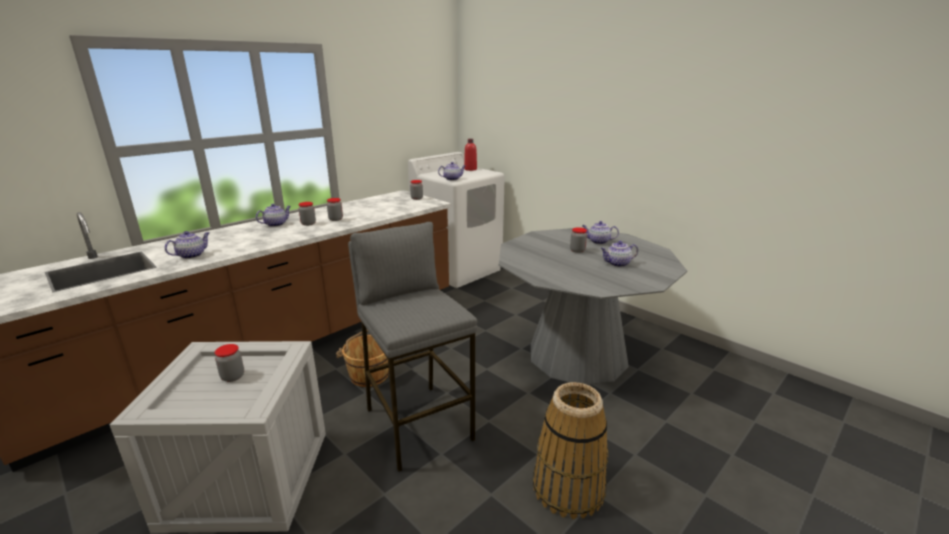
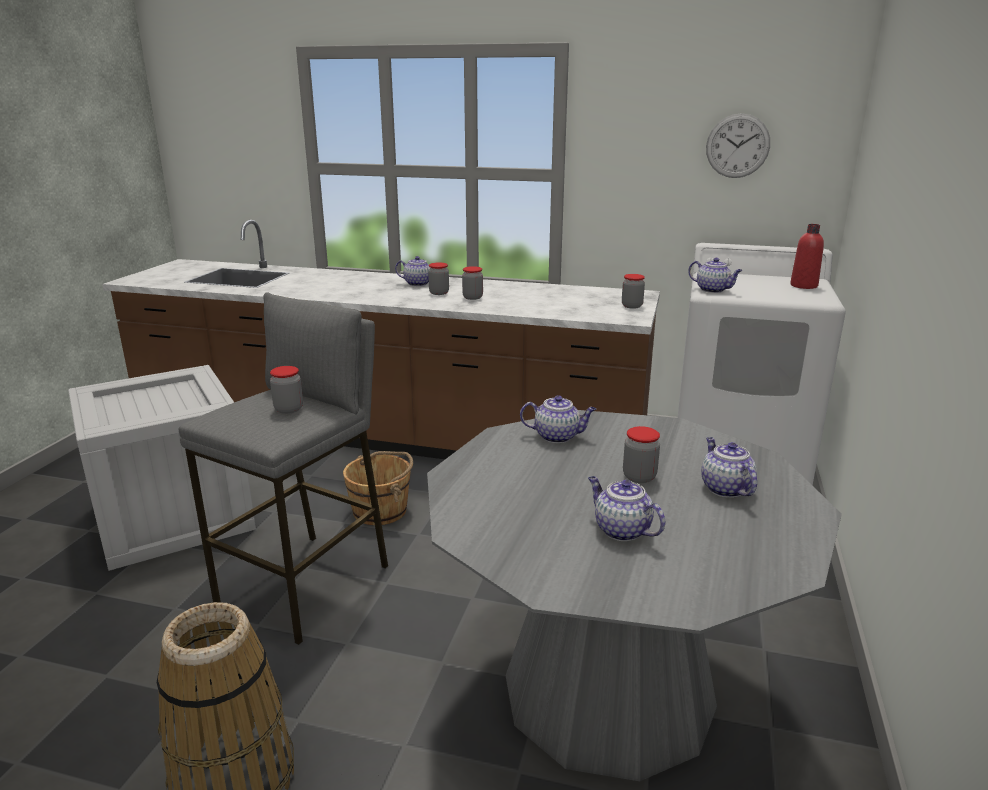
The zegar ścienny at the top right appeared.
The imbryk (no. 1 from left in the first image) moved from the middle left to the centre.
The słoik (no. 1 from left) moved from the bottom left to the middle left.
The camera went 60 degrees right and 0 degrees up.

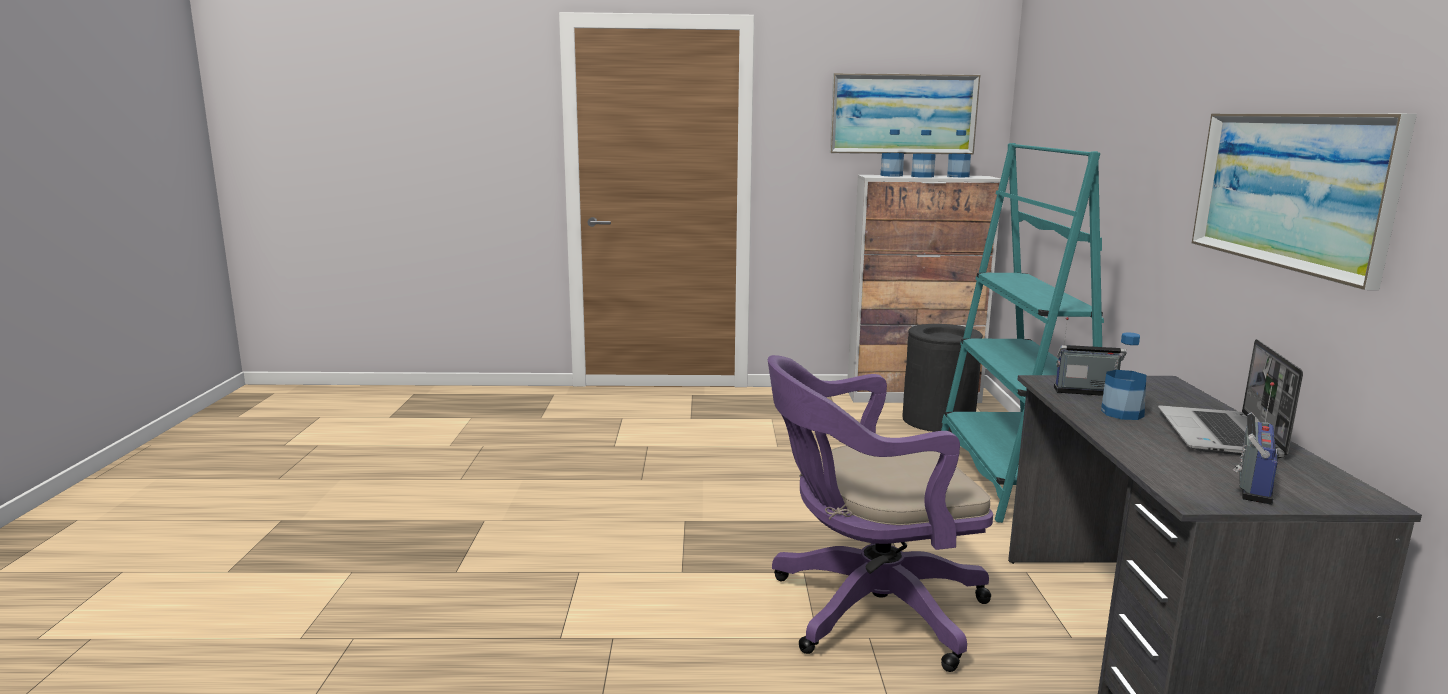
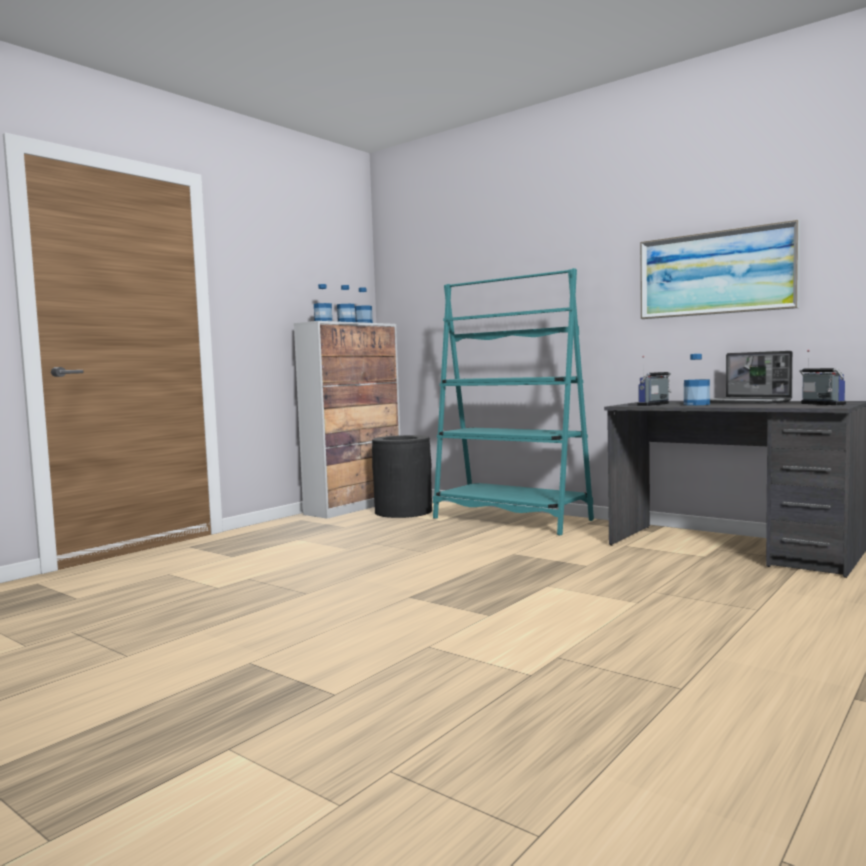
The krzesło biurowe (fioletowy) at the bottom centre disappeared.
The obraz (no. 1 from left) at the top centre disappeared.
The camera went 50 degrees left and 10 degrees down.

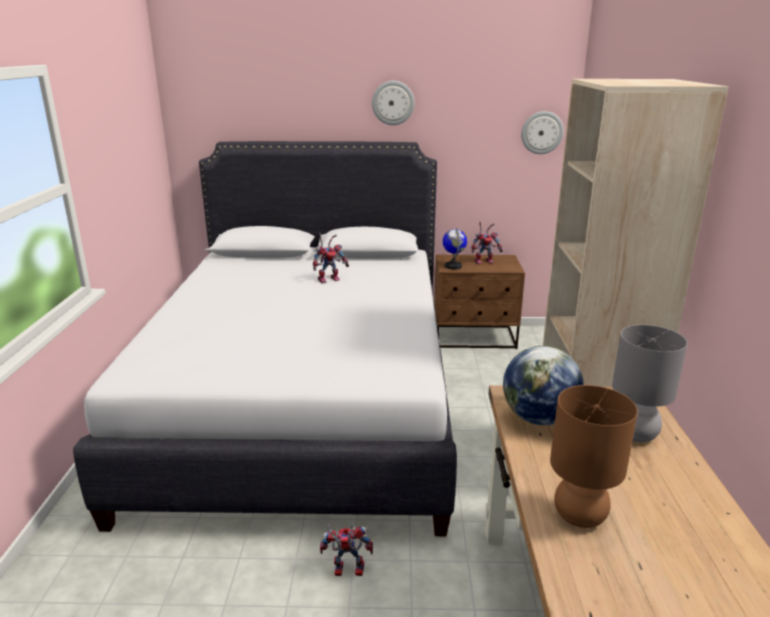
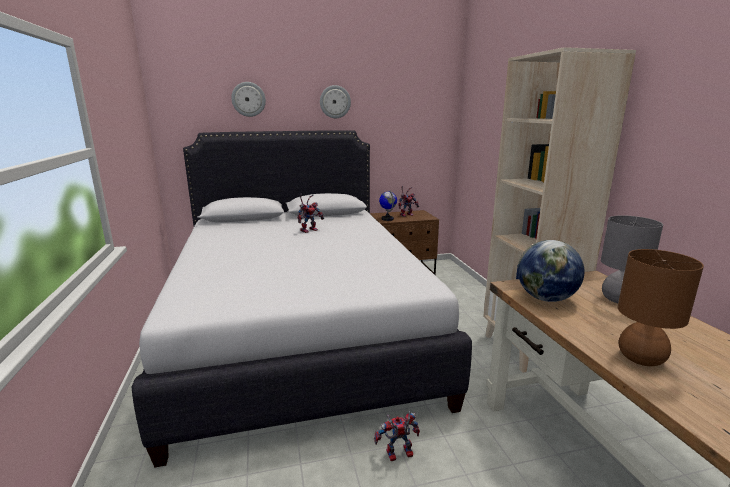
The zegar ścienny (no. 2 from left in the first image) moved from the top right to the top centre.
The camera went 15 degrees left and 5 degrees down.

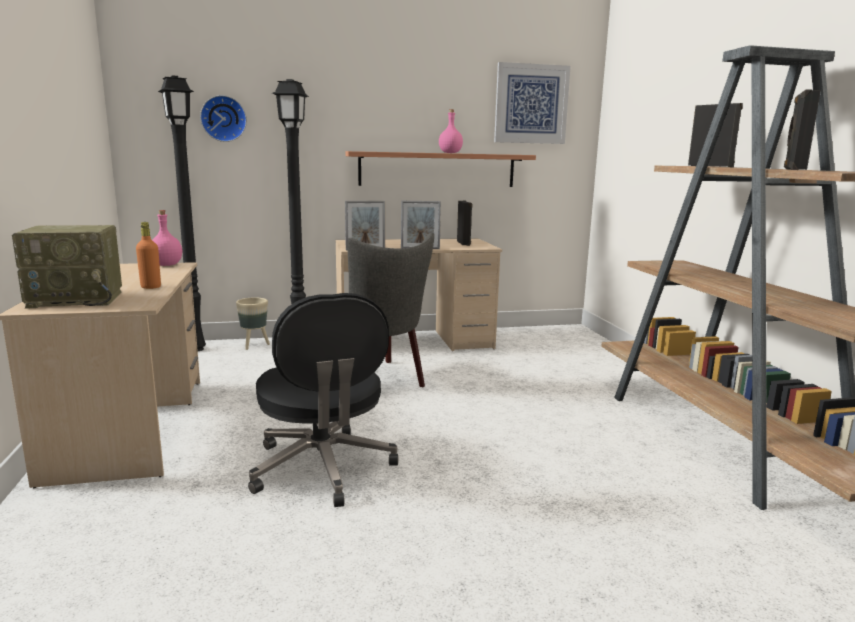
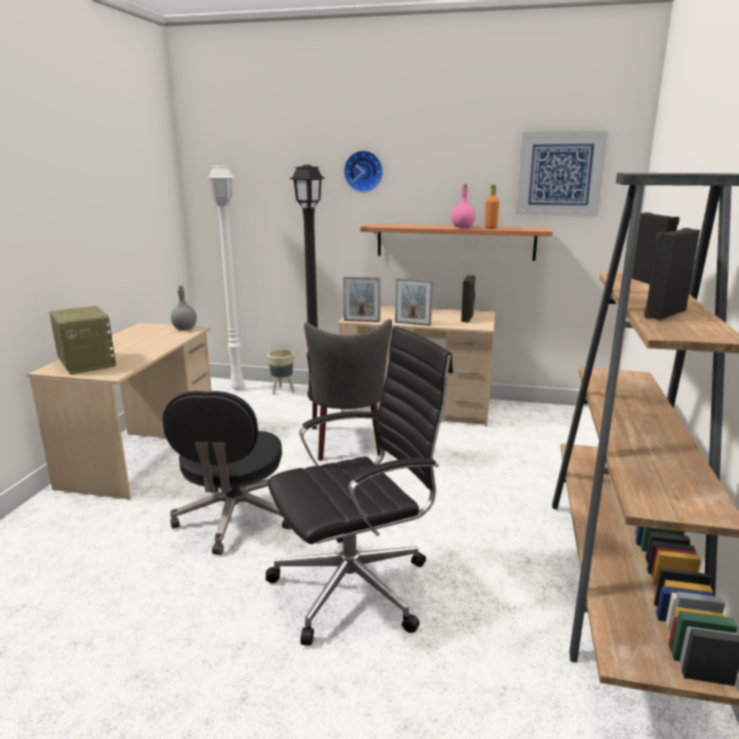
The krzesło biurowe (czarny) (no. 2 from left) at the centre appeared.
The butelka (pomarańczowy) moved from the middle left to the top centre.
The zegar ścienny moved from the top left to the top centre.
The butelka (różowy) (no. 1 from left) at the middle left became the butelka (szary) at the middle left.
The lampa stojąca (czarny) (no. 1 from left) at the middle left became the lampa stojąca (biały) at the middle left.
The radio at the middle left turned 135 degrees counterclockwise.
The camera went 25 degrees right and 5 degrees up.

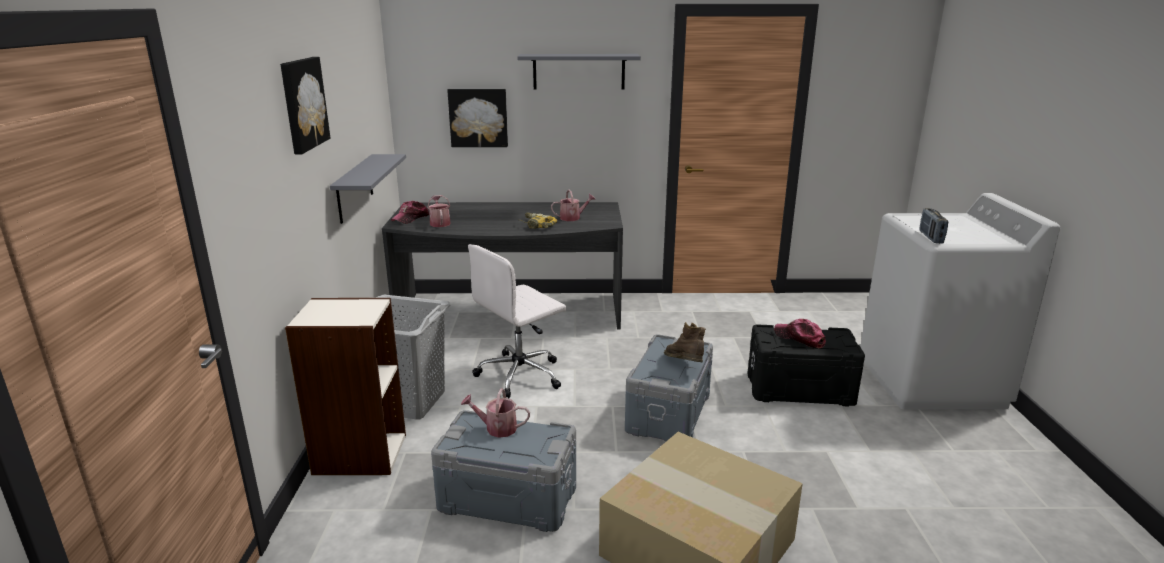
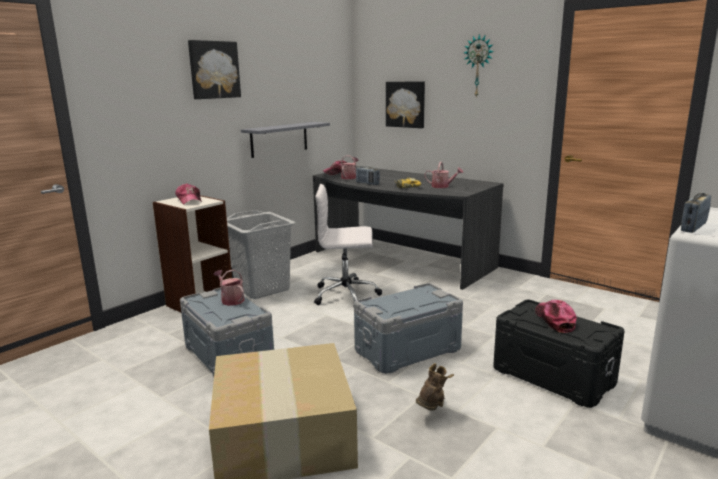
The czapka z daszkiem (no. 1 from left) at the middle left appeared.
The radio (no. 1 from left) at the centre appeared.
The but z cholewką (brązowy) moved from the centre to the bottom centre.
The półka (szary) (no. 2 from left) at the top centre was replaced by the zegar ścienny at the top right.
The camera went 40 degrees right and 5 degrees down.

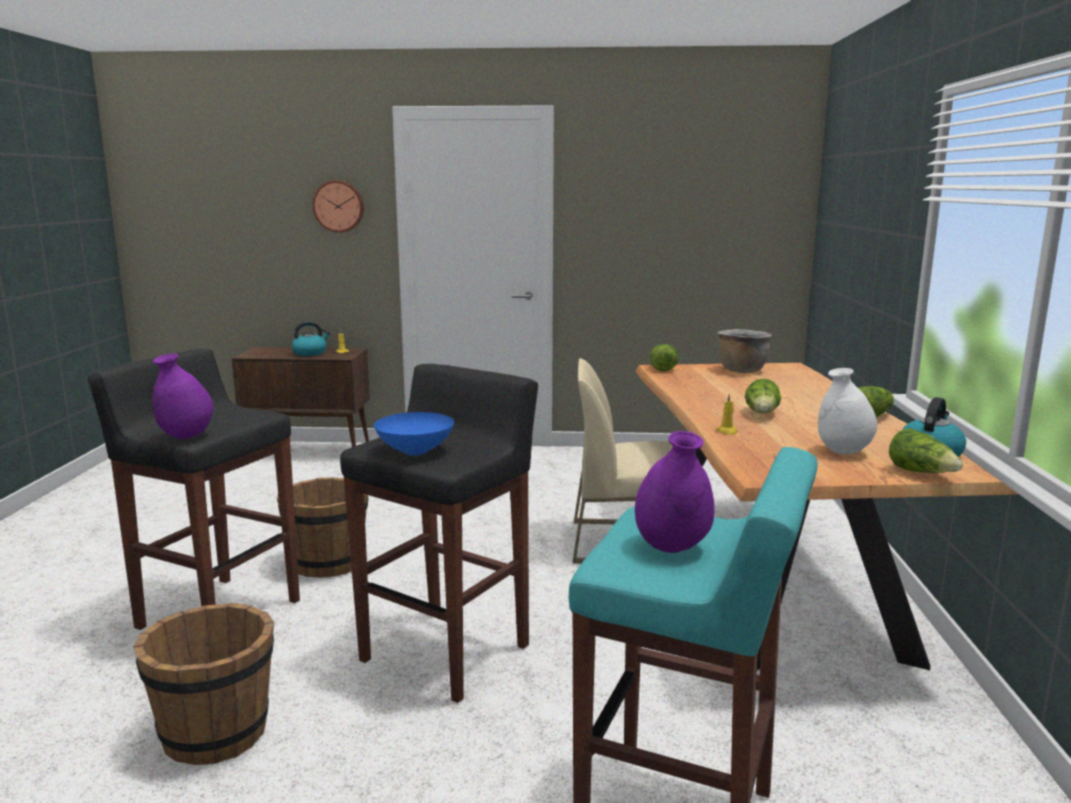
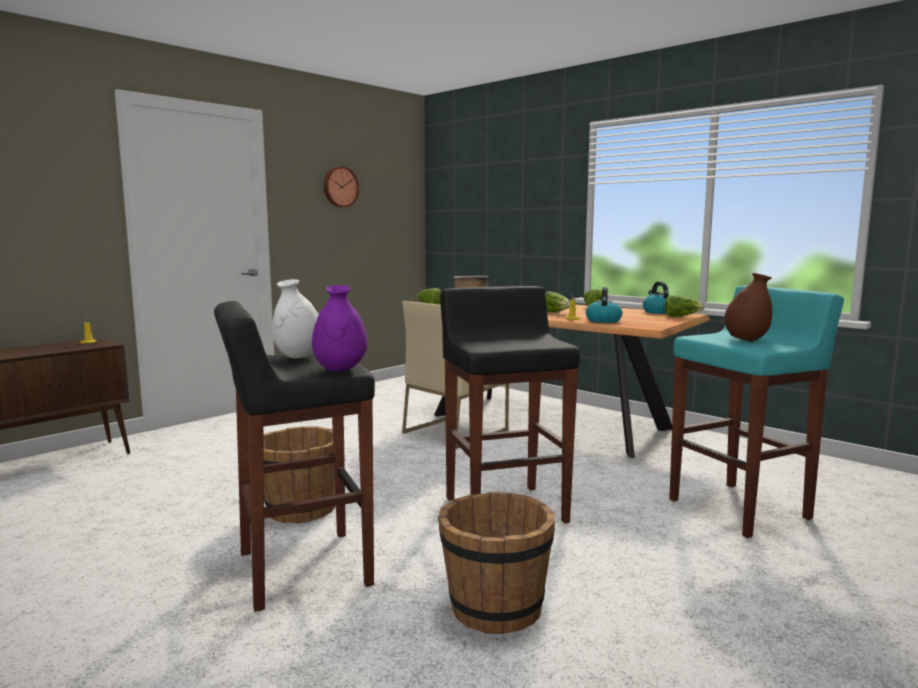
The miska (niebieski) at the centre disappeared.
The czajnik (no. 1 from left) moved from the middle left to the centre.
The zegar ścienny moved from the top left to the top centre.
The wazon (biały) moved from the middle right to the middle left.
The wazon (fioletowy) (no. 2 from left) at the centre became the wazon (brązowy) at the middle right.
The camera went 50 degrees left and 5 degrees down.

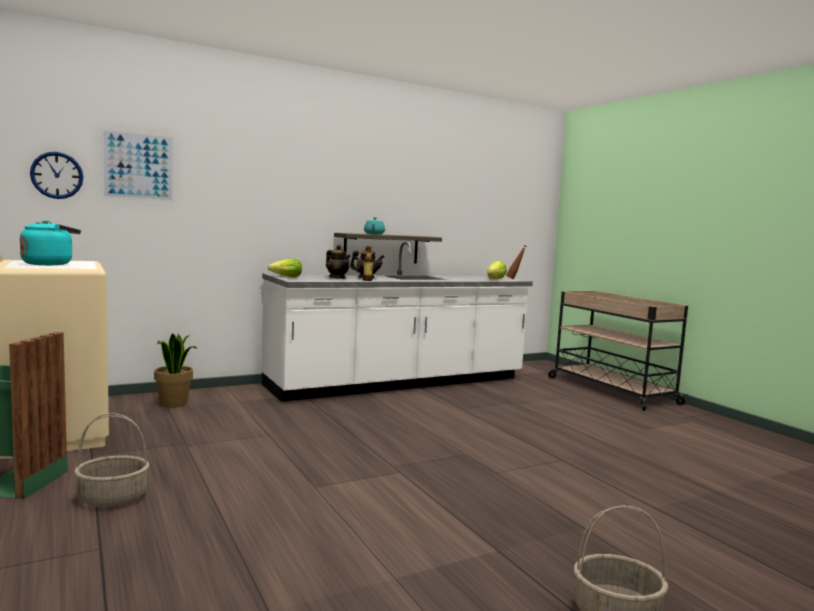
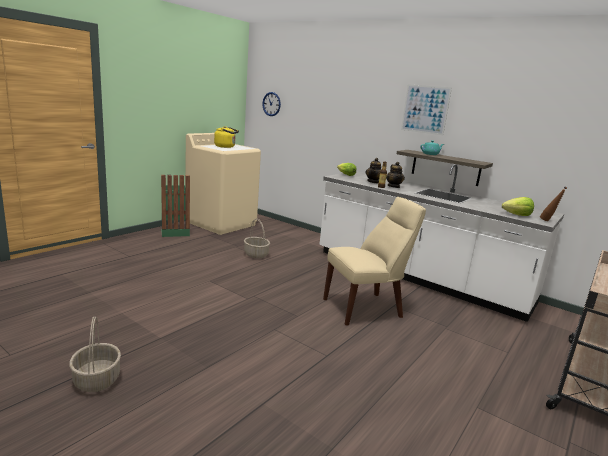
The roślina doniczkowa at the middle left disappeared.
The krzesło (beżowy) at the centre appeared.
The koszyk (no. 1 from left in the first image) moved from the bottom left to the centre.
The obraz moved from the top left to the top right.
The czajnik (turkusowy) at the middle left became the czajnik (żółty) at the top centre.
The camera went 65 degrees right and 10 degrees up.

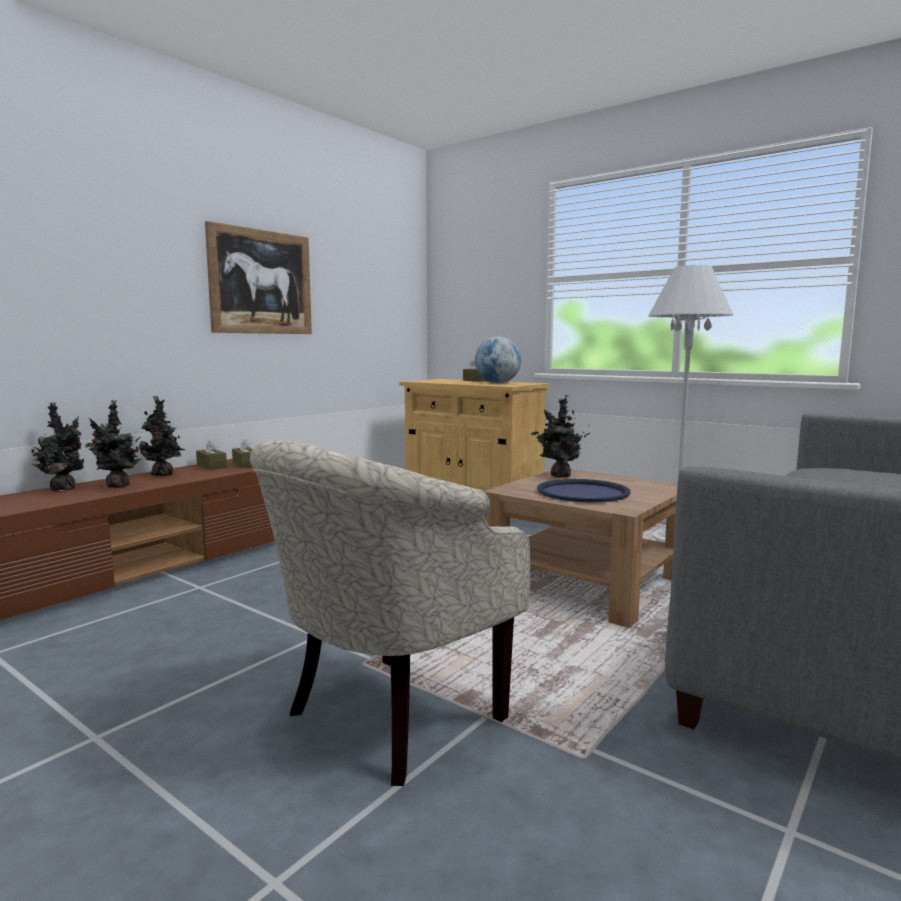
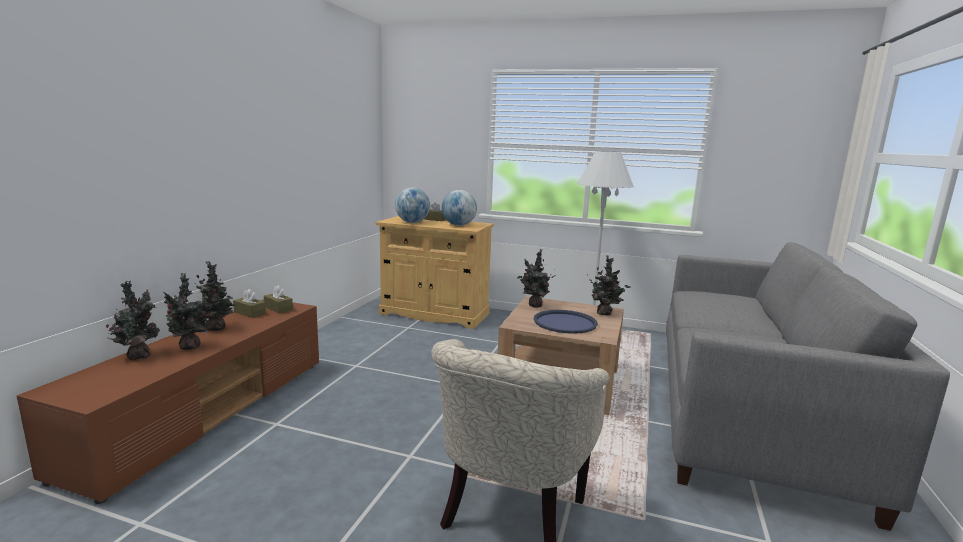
The obraz at the top left disappeared.
The globus (no. 1 from left) at the centre appeared.
The roślina doniczkowa (no. 5 from left) at the centre appeared.
The camera went 20 degrees left and 5 degrees up.

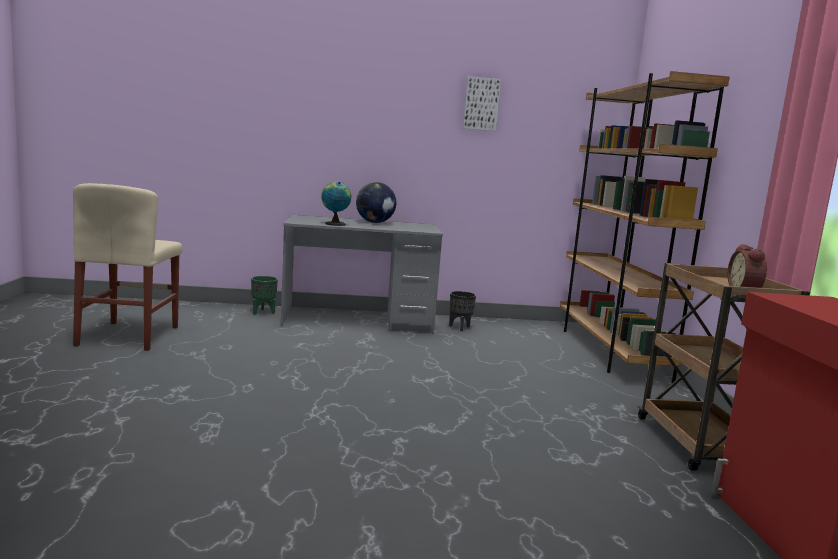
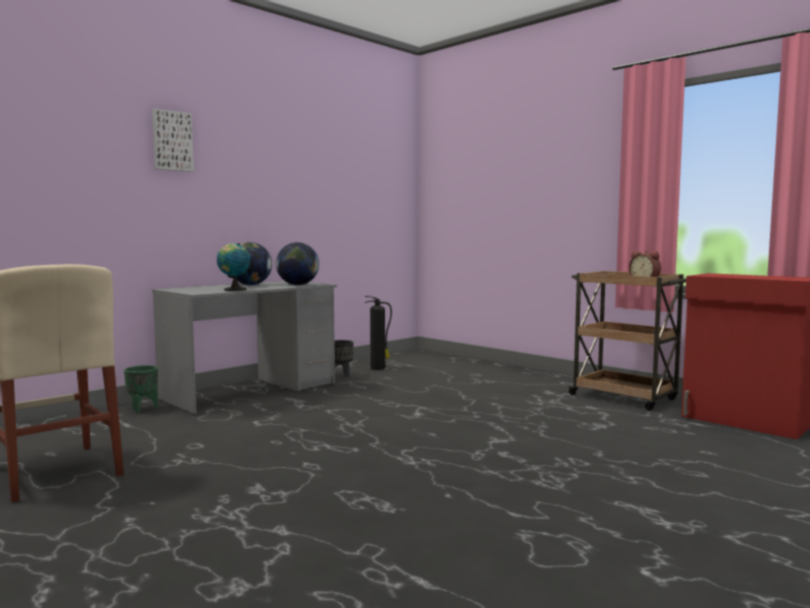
The regał (brązowy) at the middle right disappeared.
The globus (no. 3 from left) at the centre appeared.
The gaśnica at the centre appeared.
The obraz moved from the top centre to the top left.
The camera went 40 degrees left and 5 degrees down.

